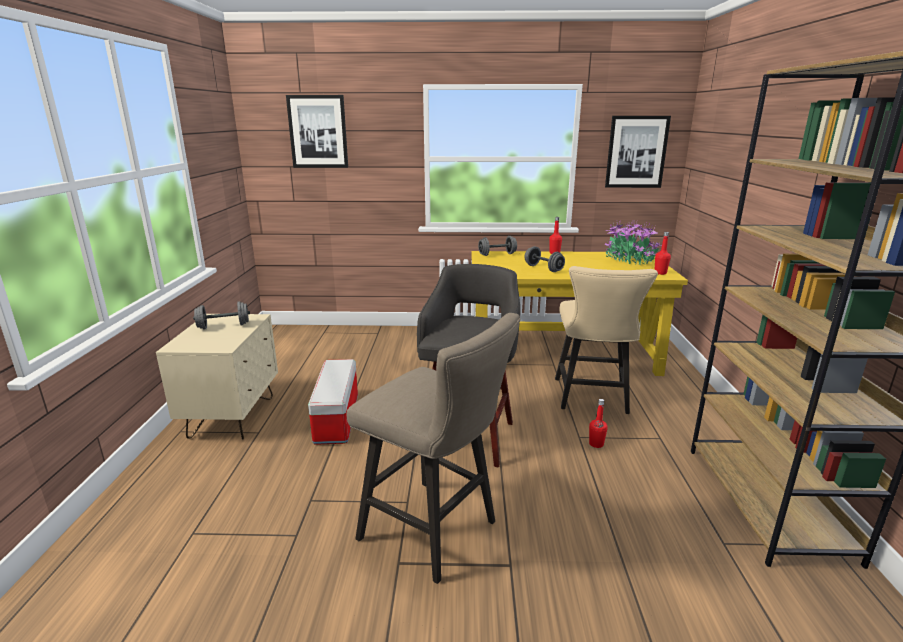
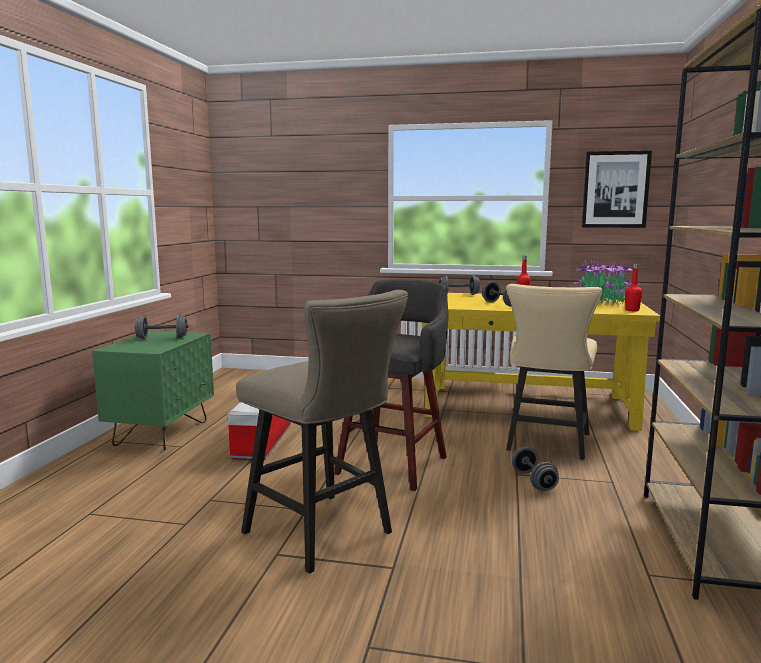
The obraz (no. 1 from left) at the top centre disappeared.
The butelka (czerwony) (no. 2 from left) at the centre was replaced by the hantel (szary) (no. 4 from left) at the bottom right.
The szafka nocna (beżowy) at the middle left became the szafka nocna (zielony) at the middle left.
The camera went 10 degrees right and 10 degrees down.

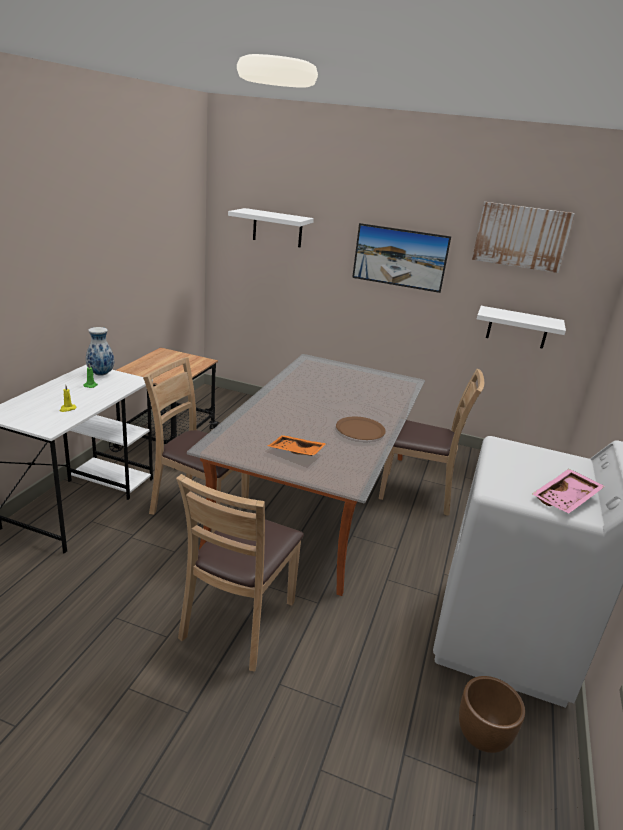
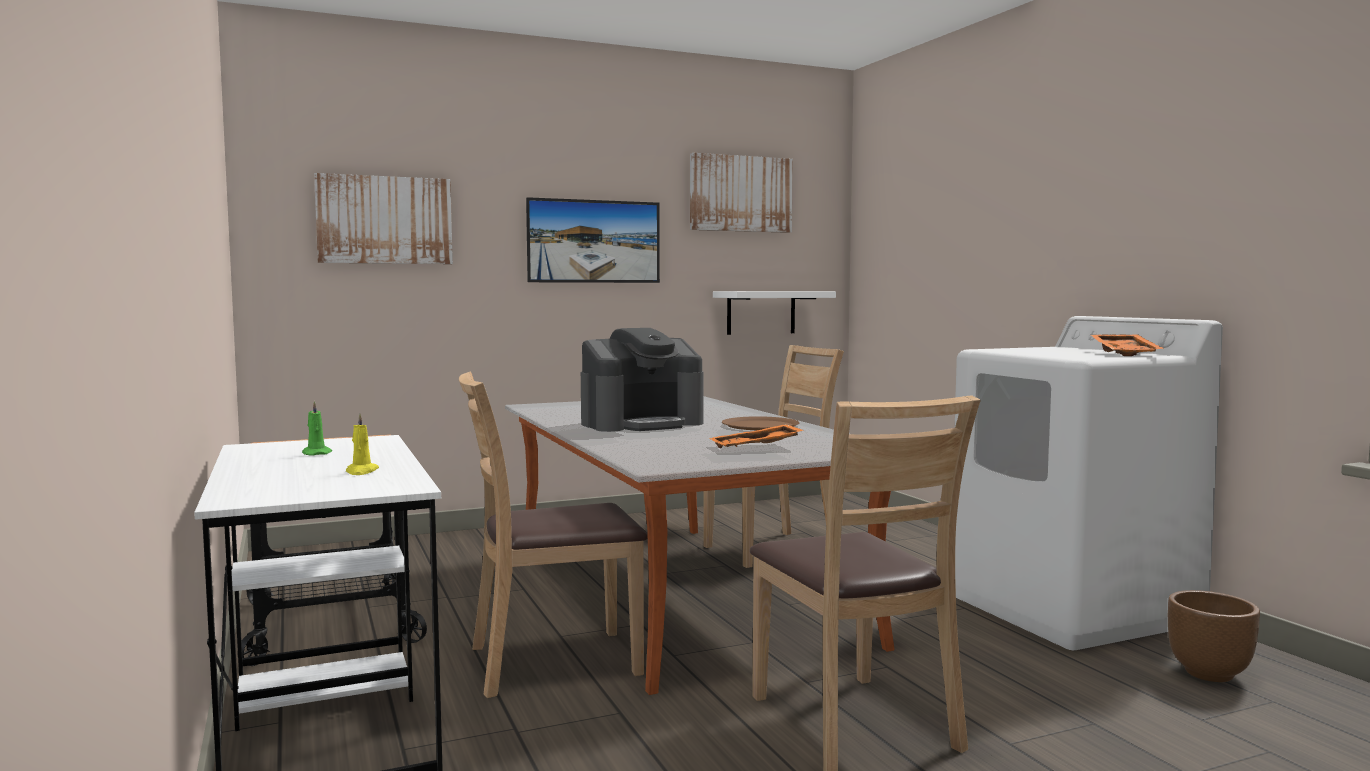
The wazon at the middle left disappeared.
The ekspres do kawy at the centre appeared.
The półka (biały) (no. 1 from left) at the top centre was replaced by the obraz (no. 1 from left) at the top left.
The taca (różowy) at the middle right became the taca (pomarańczowy) (no. 2 from left) at the middle right.
The camera went 40 degrees left and 20 degrees down.

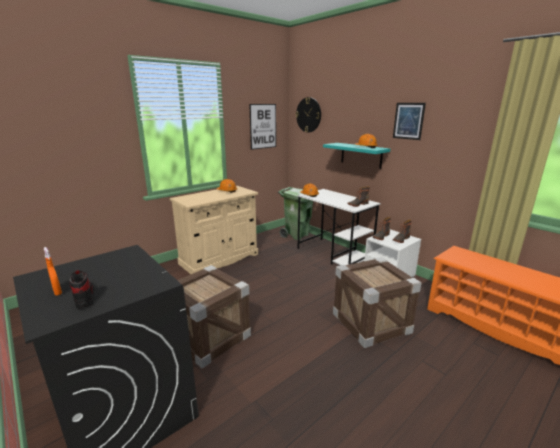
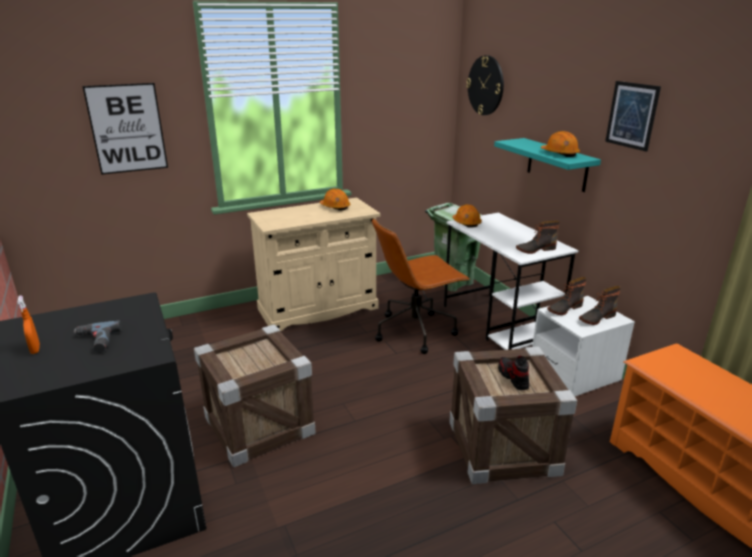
The wiertarka at the middle left appeared.
The krzesło biurowe (brązowy) at the centre appeared.
The but moved from the middle left to the bottom right.
The obraz (no. 1 from left) moved from the top centre to the top left.
The camera went 15 degrees right and 5 degrees up.

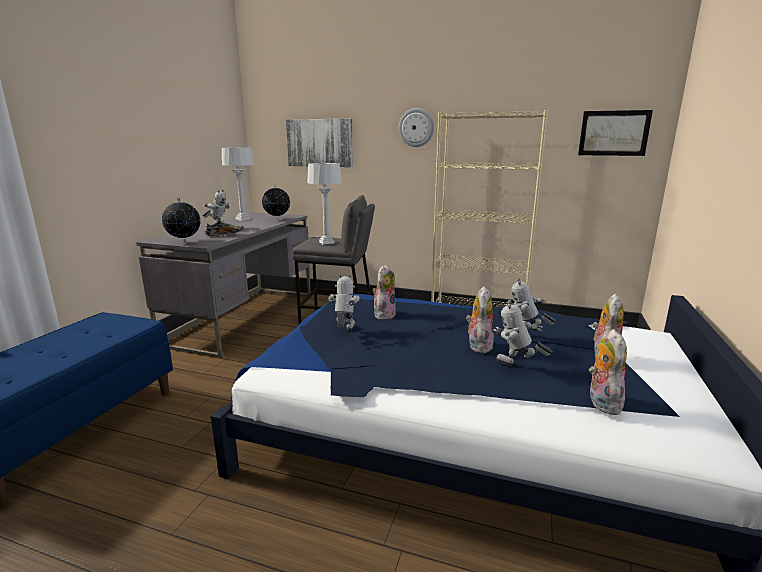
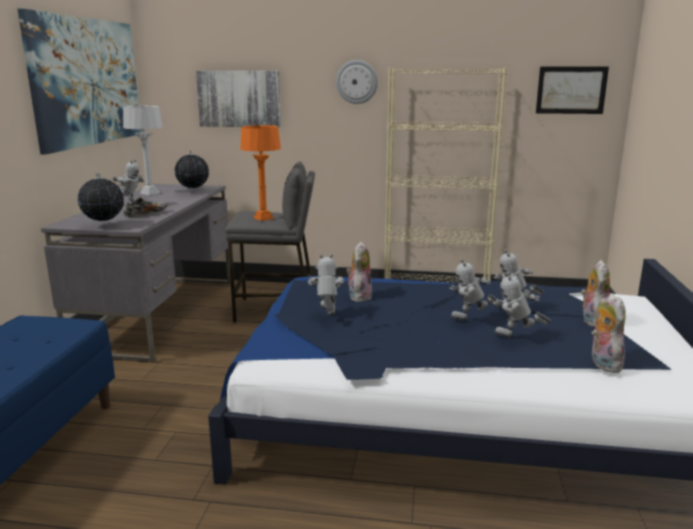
The obraz (no. 1 from left) at the top left appeared.
The pluszak (no. 2 from left) at the centre was replaced by the robot zabawkowy (no. 3 from left) at the middle right.
The lampa stołowa (szary) (no. 2 from left) at the centre became the lampa stołowa (pomarańczowy) at the top centre.
The camera went 10 degrees left and 0 degrees up.

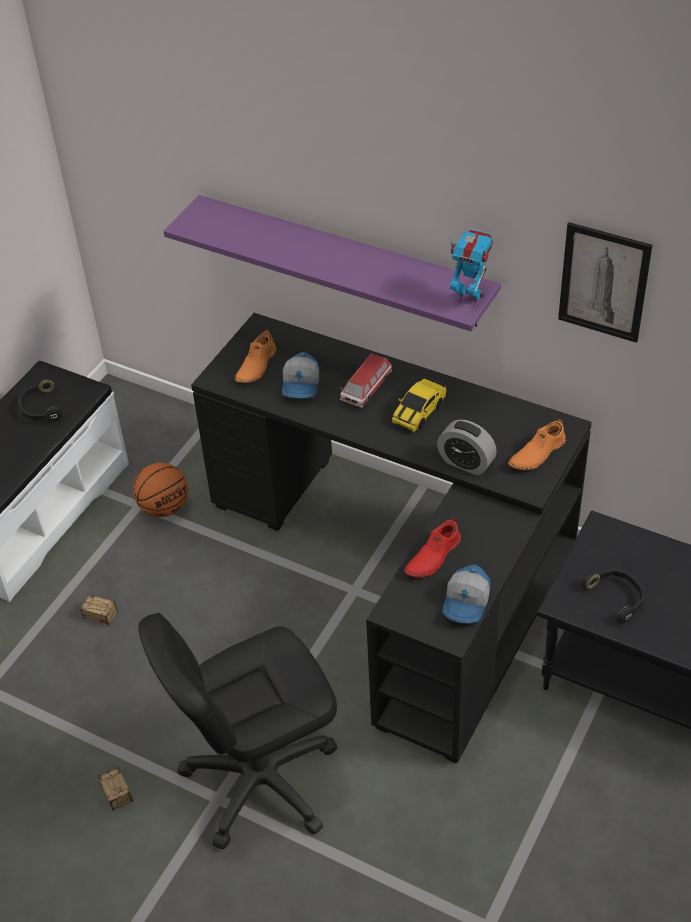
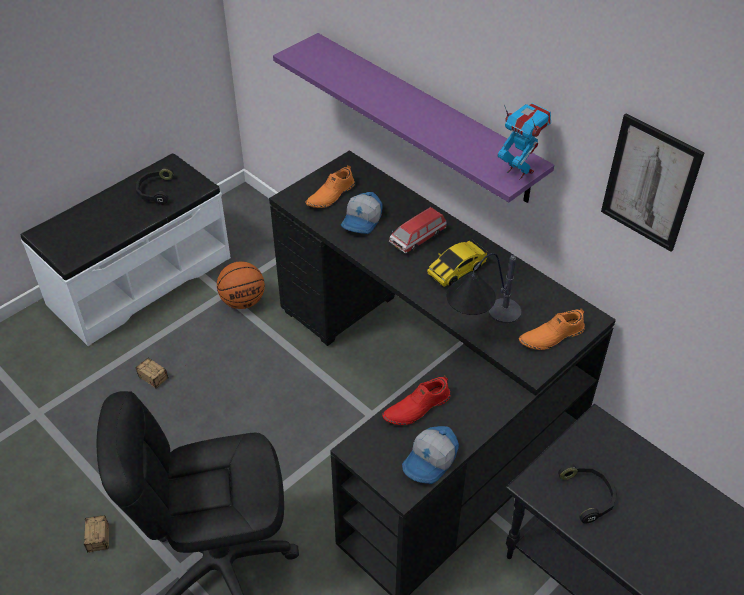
The budzik at the middle right was replaced by the lampa stołowa at the centre.
The camera went 15 degrees right and 0 degrees up.

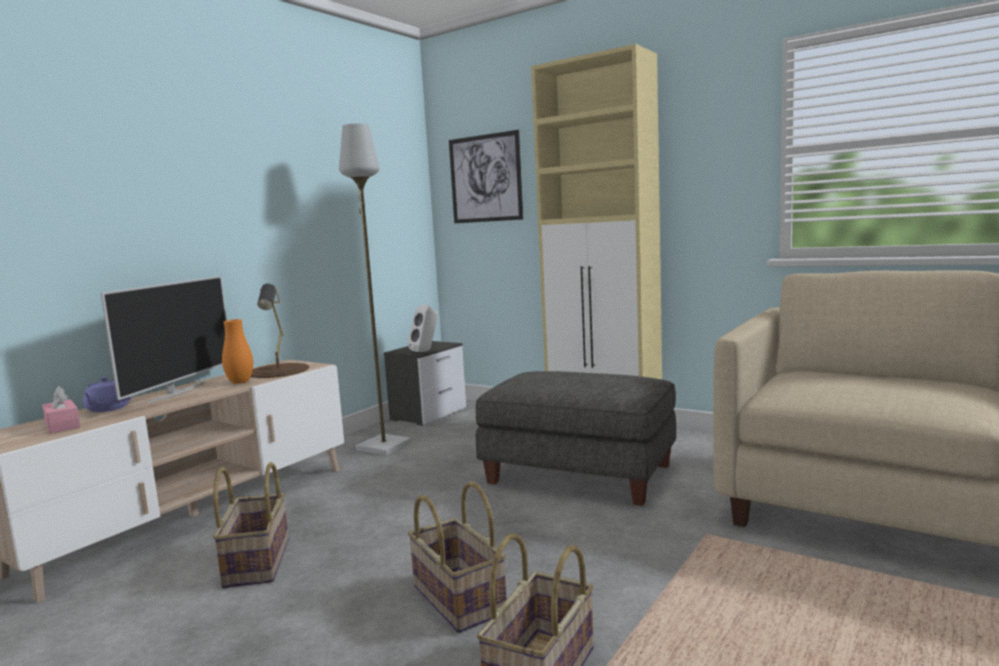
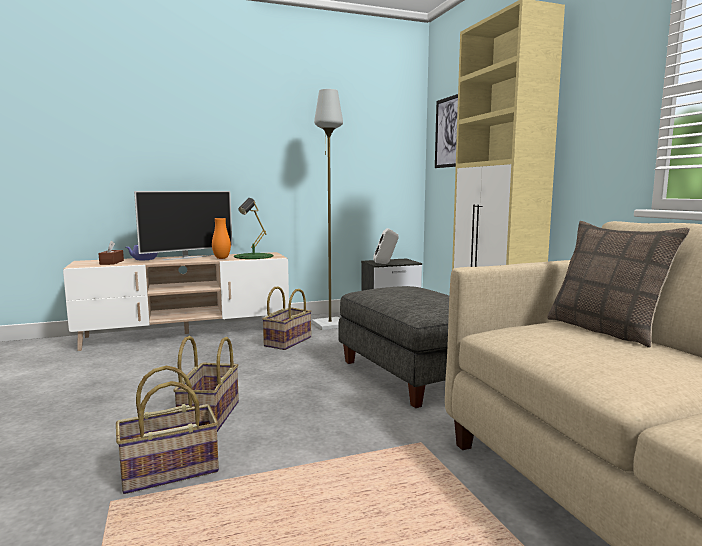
The poduszka at the middle right appeared.
The koszyk (no. 1 from left in the first image) moved from the bottom left to the centre.
The pudełko chusteczek (różowy) at the middle left became the pudełko chusteczek (brązowy) at the middle left.
The lampa stołowa (brązowy) at the middle left became the lampa stołowa (zielony) at the centre.
The camera went 35 degrees right and 0 degrees up.

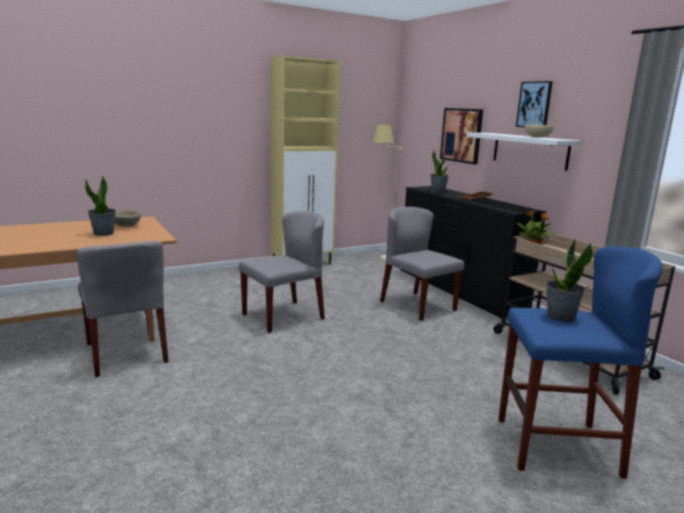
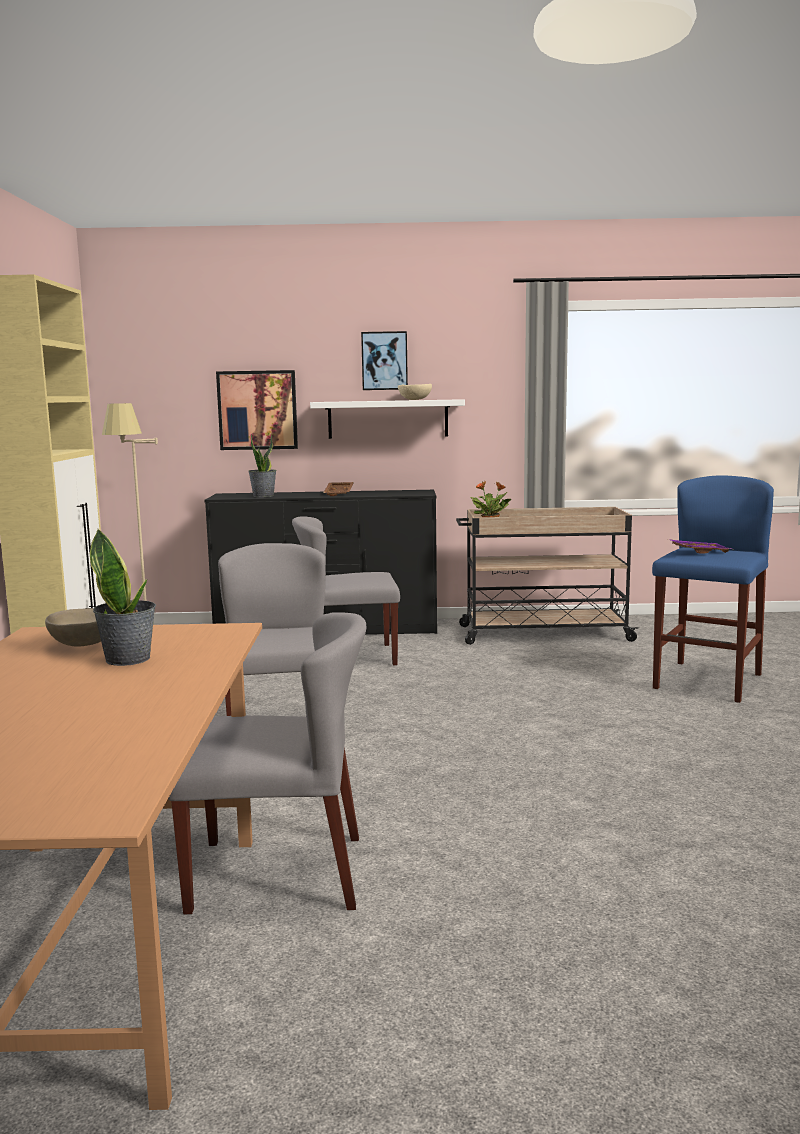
The roślina doniczkowa (no. 4 from left) at the middle right was replaced by the taca (fioletowy) at the middle right.
The camera went 60 degrees left and 5 degrees down.

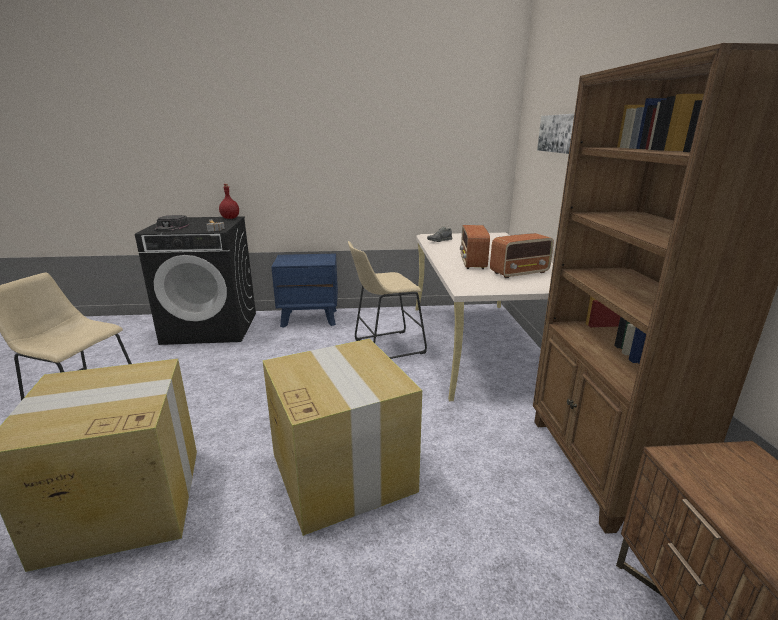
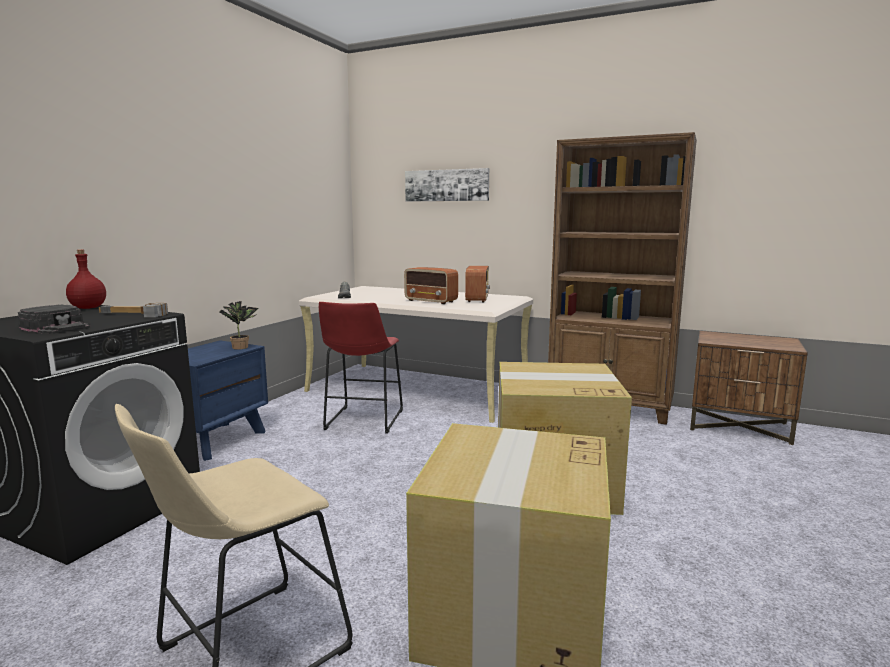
The roślina doniczkowa at the middle left appeared.
The stołek (beżowy) (no. 2 from left) at the centre became the stołek (czerwony) at the centre.
The camera went 60 degrees left and 10 degrees down.

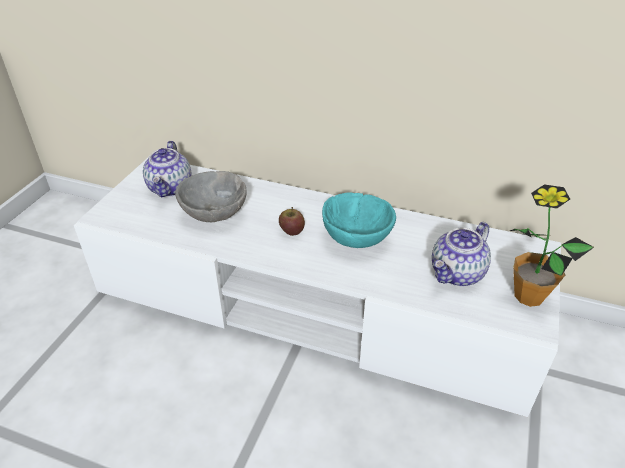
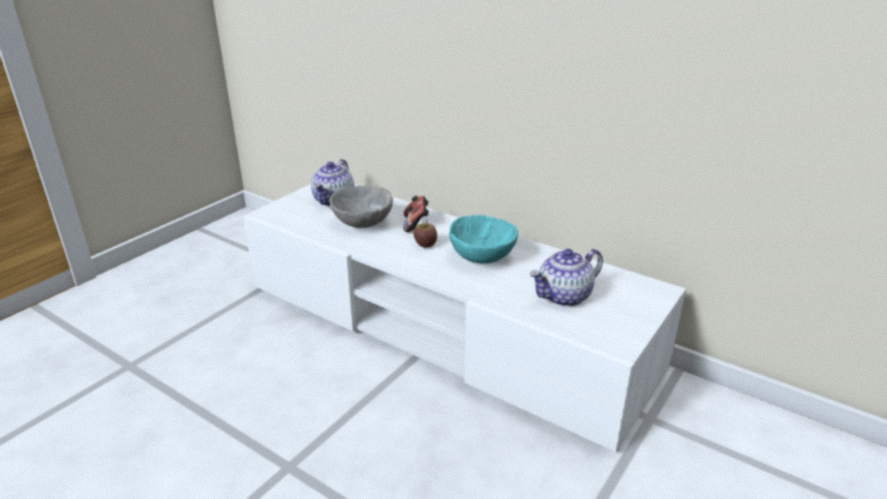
The roślina doniczkowa at the middle right disappeared.
The pad do gier at the centre appeared.
The camera went 15 degrees right and 10 degrees down.

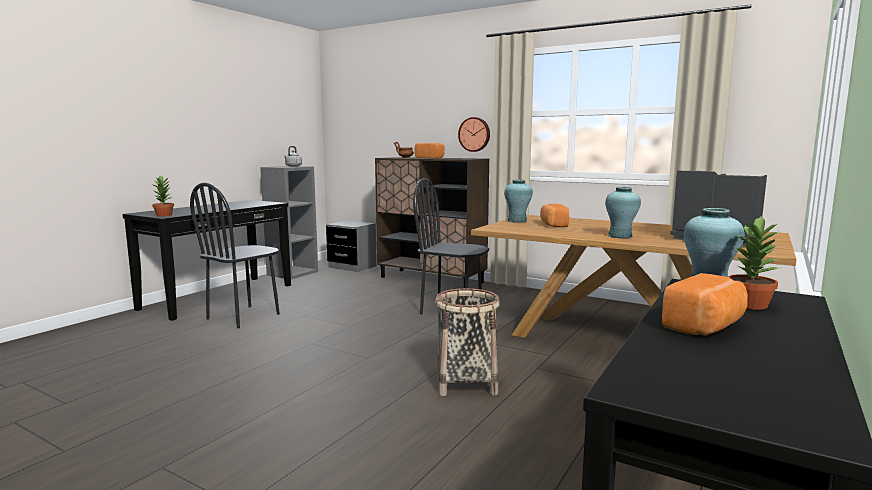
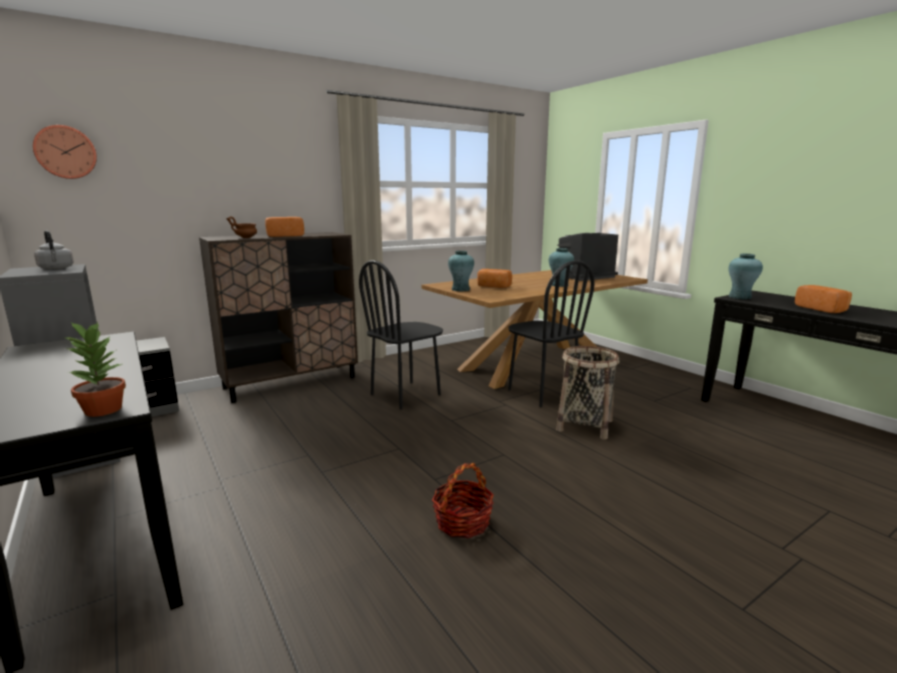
The roślina doniczkowa (no. 2 from left) at the middle right disappeared.
The koszyk (no. 1 from left) at the bottom centre appeared.
The krzesło (czarny) (no. 1 from left in the first image) moved from the middle left to the centre.
The zegar ścienny moved from the top centre to the top left.
The camera went 65 degrees left and 5 degrees up.

